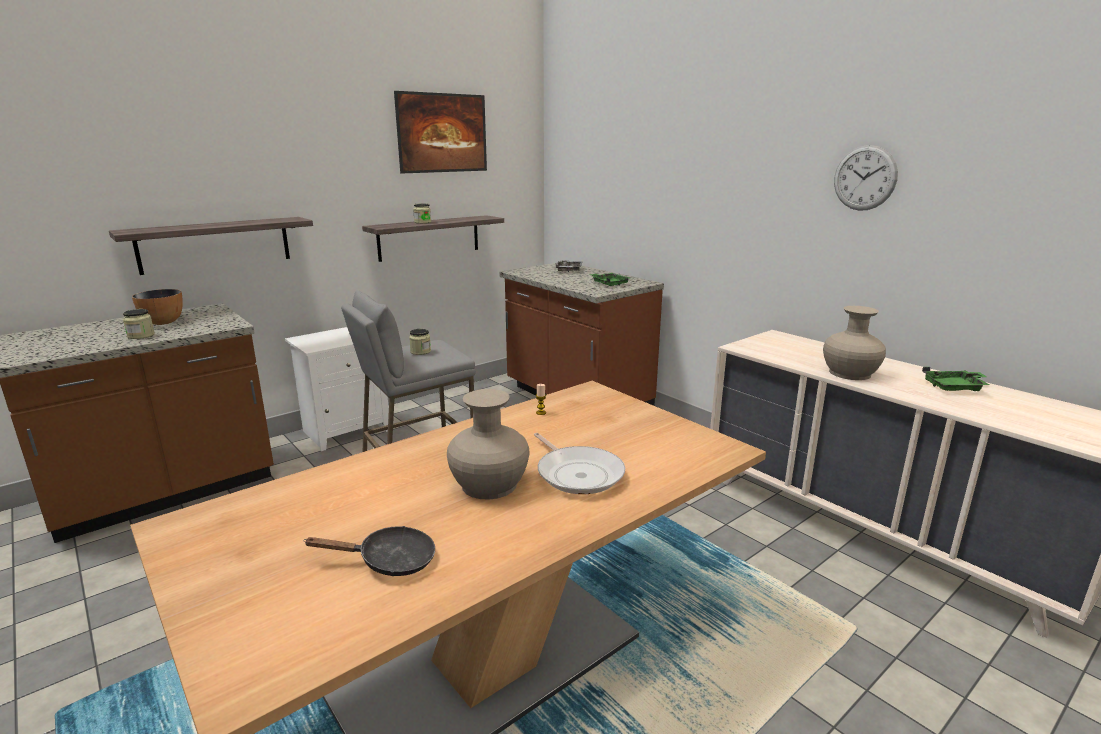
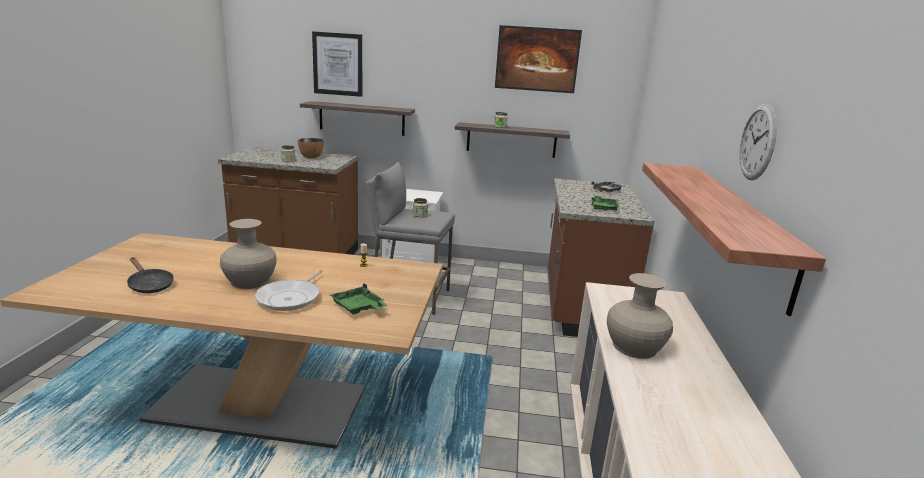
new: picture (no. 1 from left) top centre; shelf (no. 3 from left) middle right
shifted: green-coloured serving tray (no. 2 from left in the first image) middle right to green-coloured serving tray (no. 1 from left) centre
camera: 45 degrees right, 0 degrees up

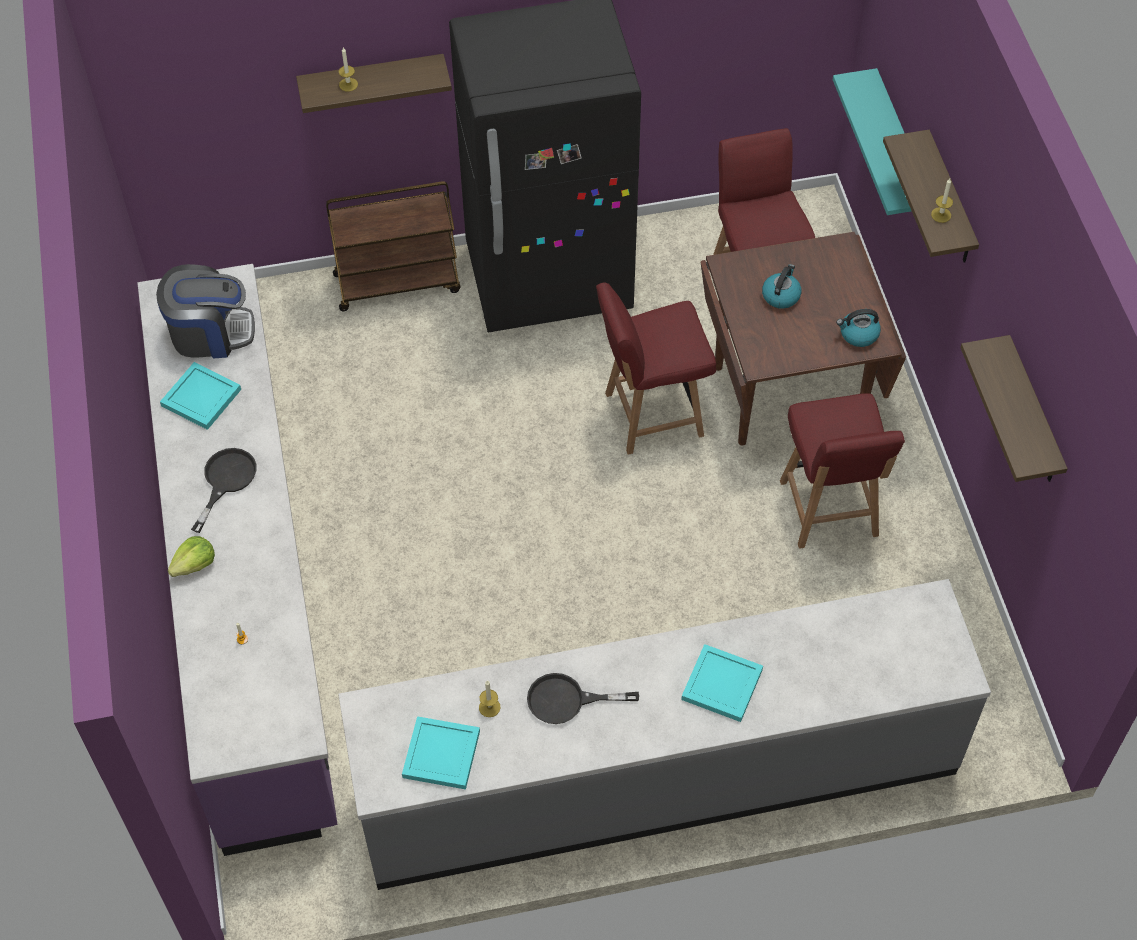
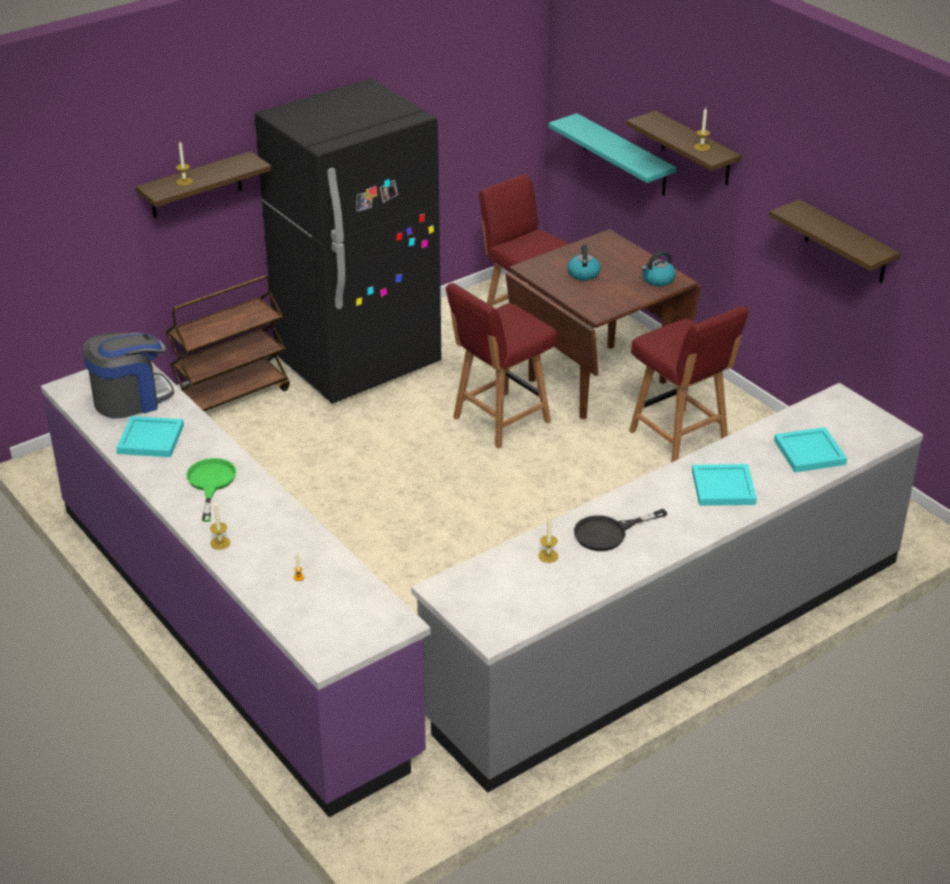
shifted: turquoise serving tray (no. 2 from left in the first image) bottom centre to turquoise serving tray (no. 3 from left) middle right
swapped: lettuce head middle left to wax light (no. 2 from left) middle left
repainted: blackish pan (no. 1 from left) middle left to green-coloured pan middle left
camera: 25 degrees left, 20 degrees down

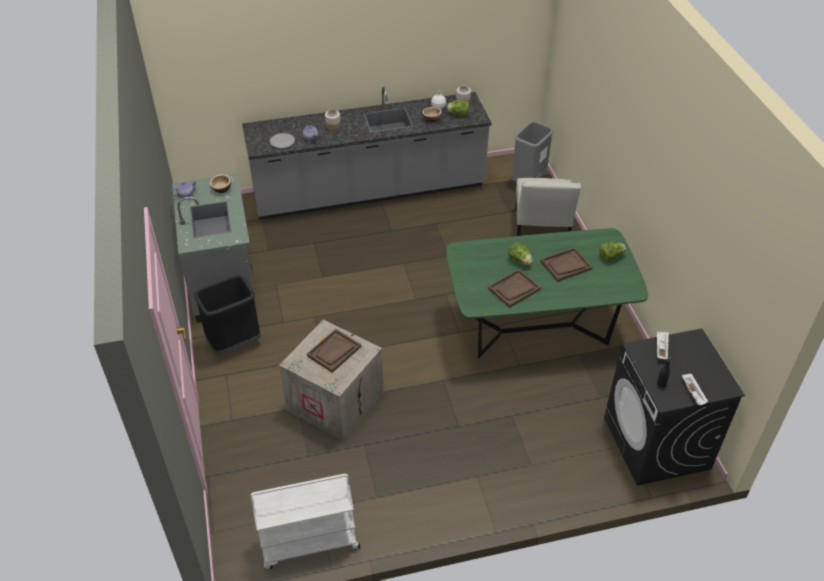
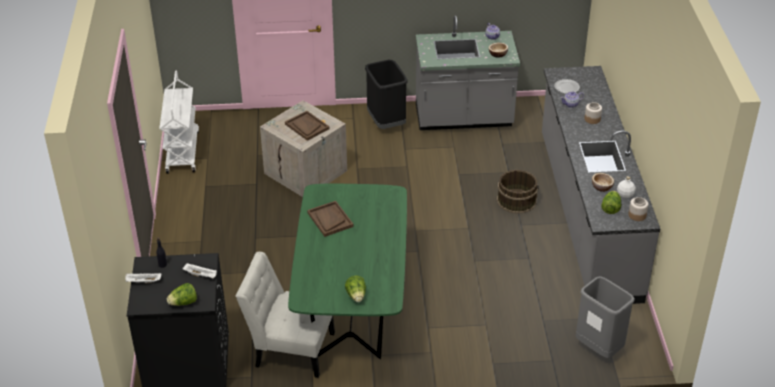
gone: brown-coloured serving tray (no. 3 from left) middle right
new: brown-coloured pail middle right
shifted: lettuce head (no. 2 from left in the first image) centre to lettuce head (no. 1 from left) bottom left; white plain chair centre to bottom centre
camera: 100 degrees right, 5 degrees down

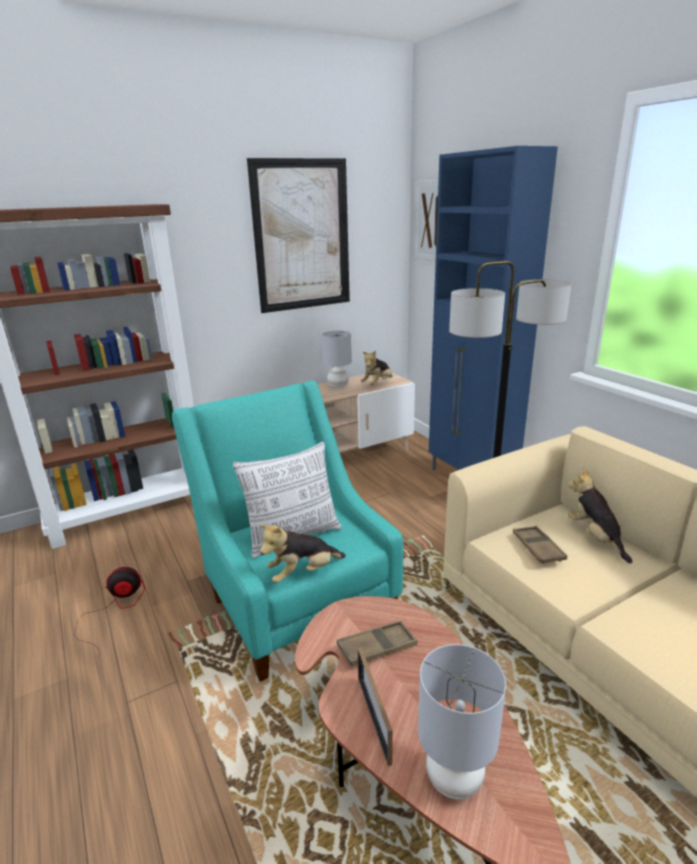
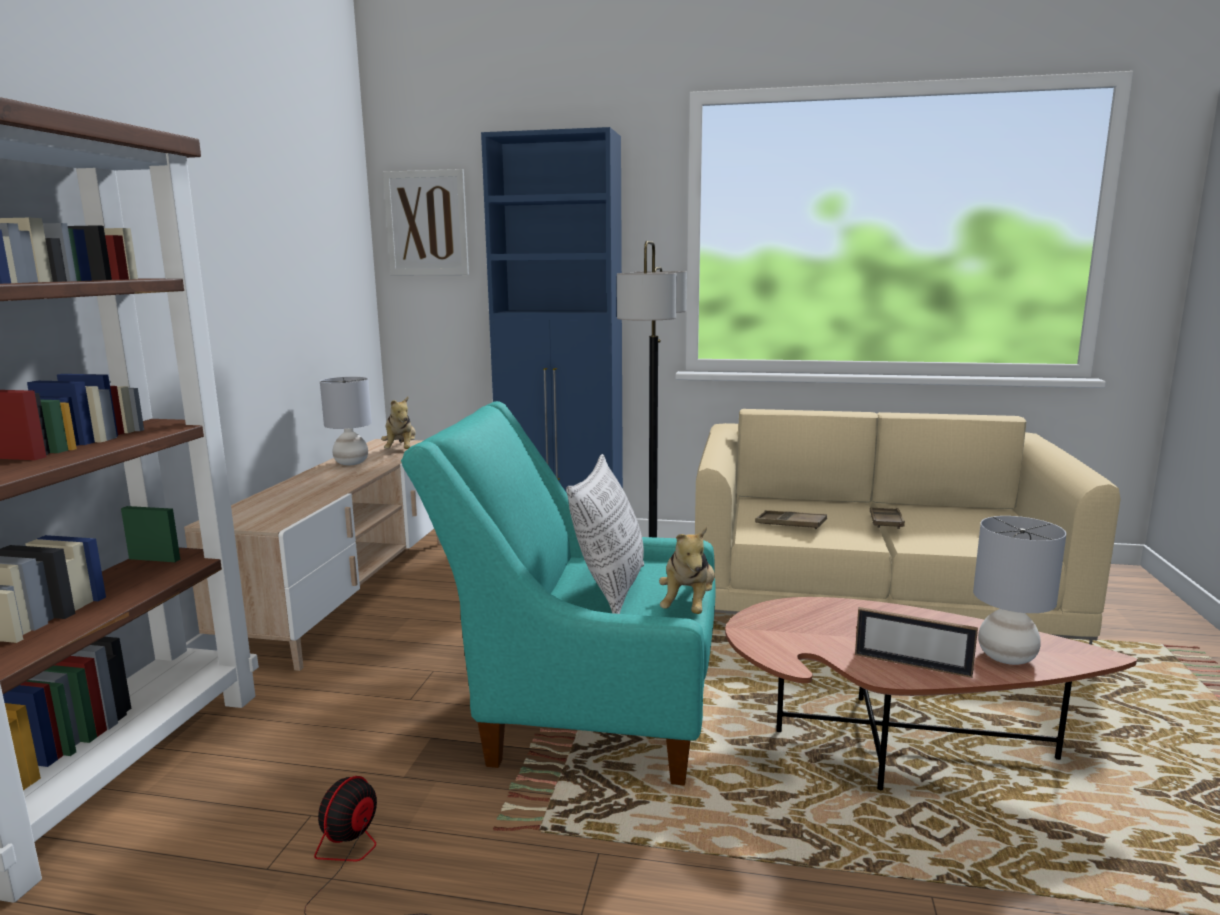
gone: picture (no. 1 from left) top centre; plush toy (no. 3 from left) middle right
shifted: brown-coloured serving tray (no. 1 from left in the first image) bottom centre to brown-coloured serving tray (no. 2 from left) middle right
camera: 50 degrees left, 10 degrees down

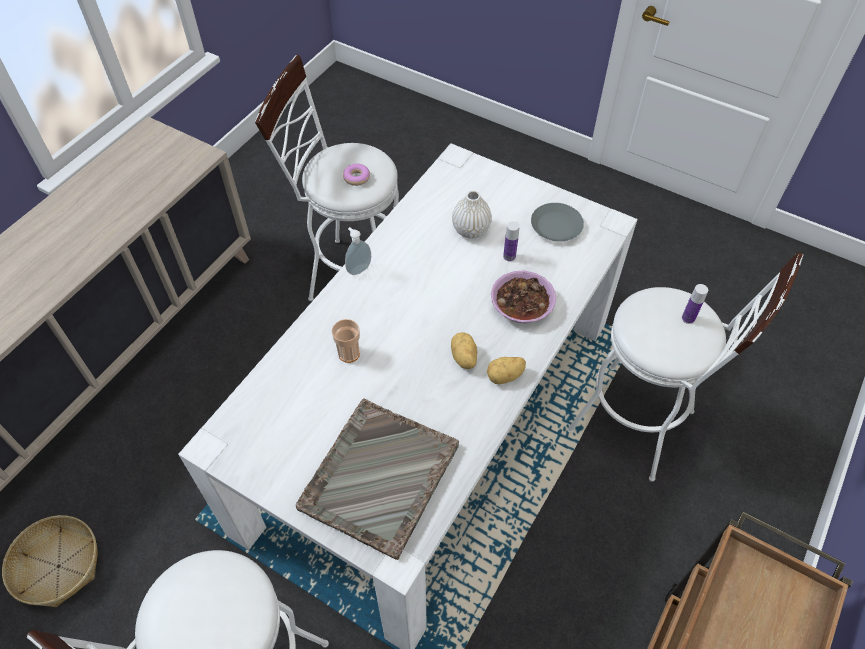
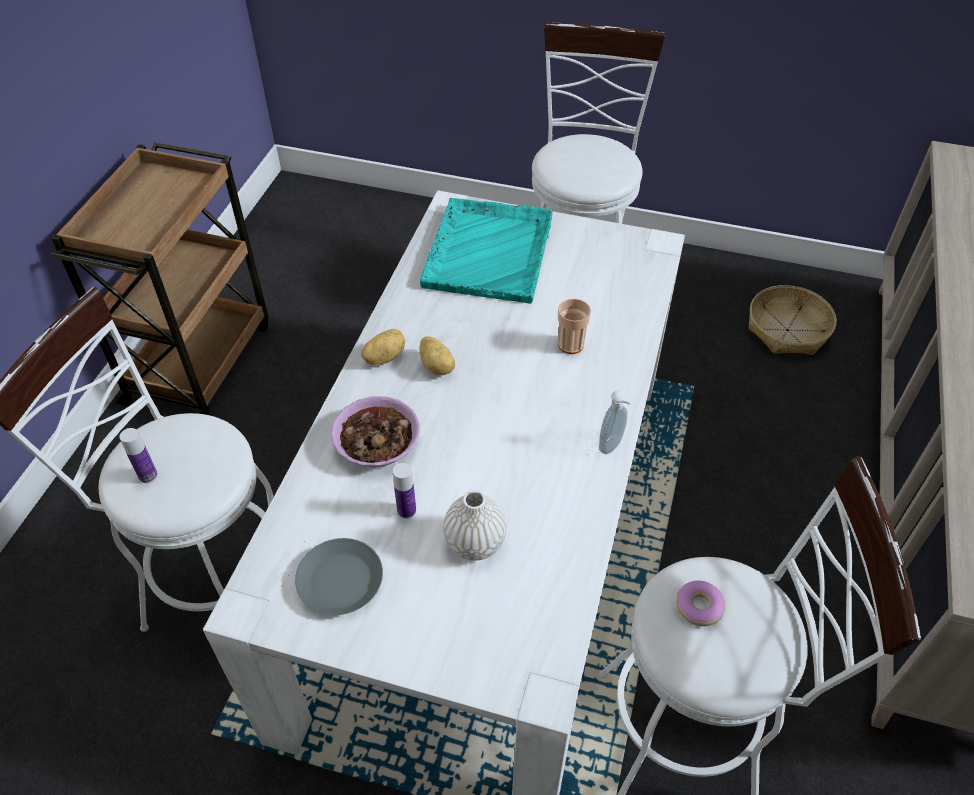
repainted: greyish serving tray bottom centre to turquoise serving tray top centre
camera: 165 degrees right, 5 degrees down

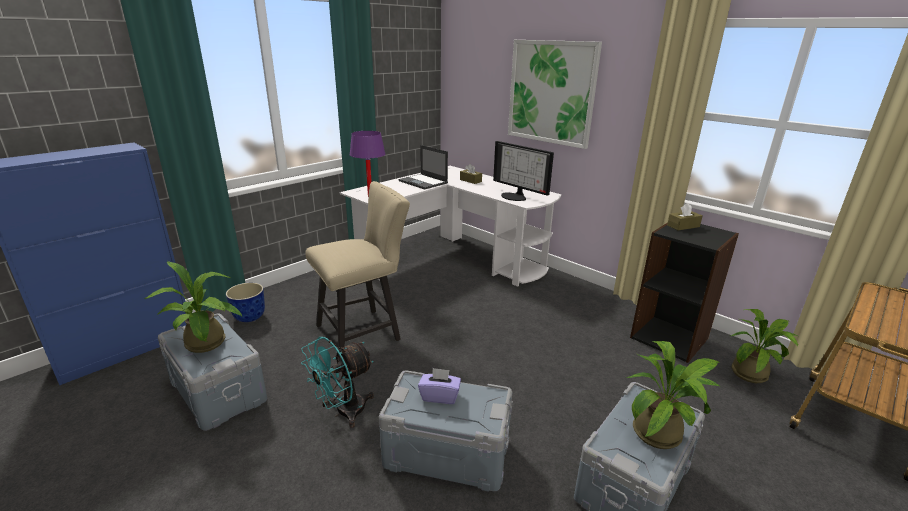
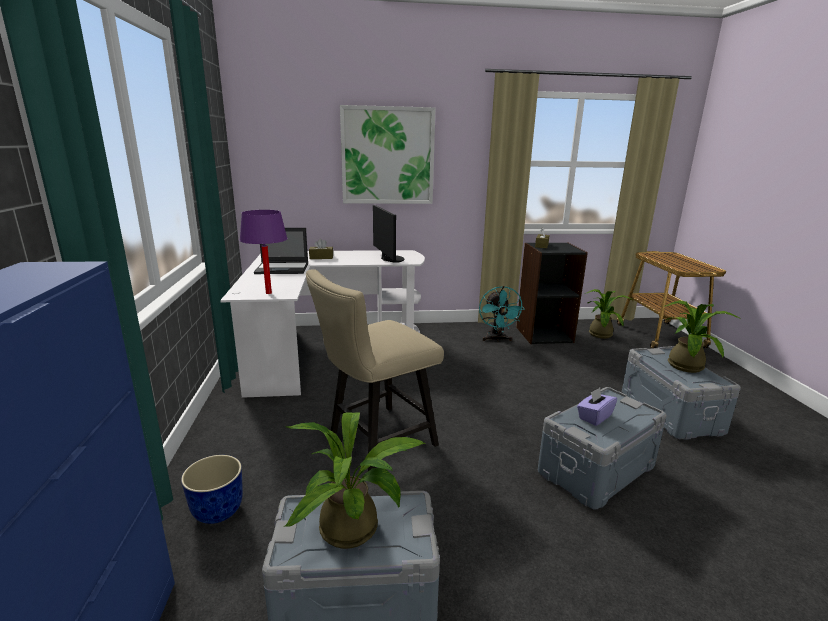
shifted: turquoise cooling fan bottom centre to centre
rotated: beige plain chair centre = centre 135 degrees counterclockwise; computer screen centre = centre 105 degrees counterclockwise
camera: 50 degrees left, 5 degrees down

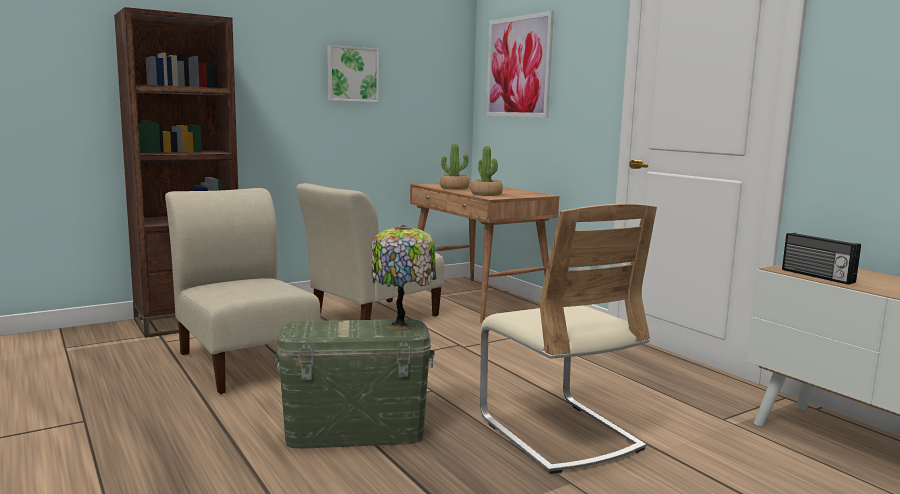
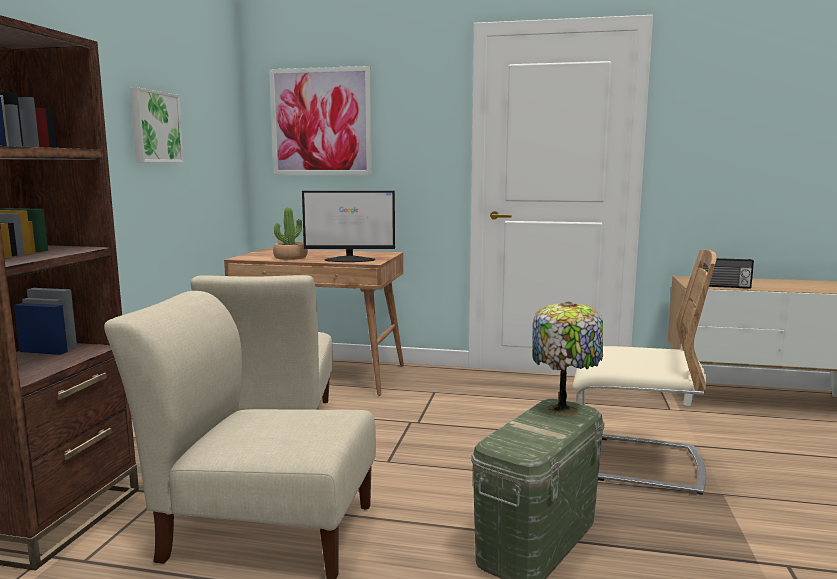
swapped: houseplant (no. 2 from left) centre to computer screen centre
camera: 45 degrees left, 0 degrees up

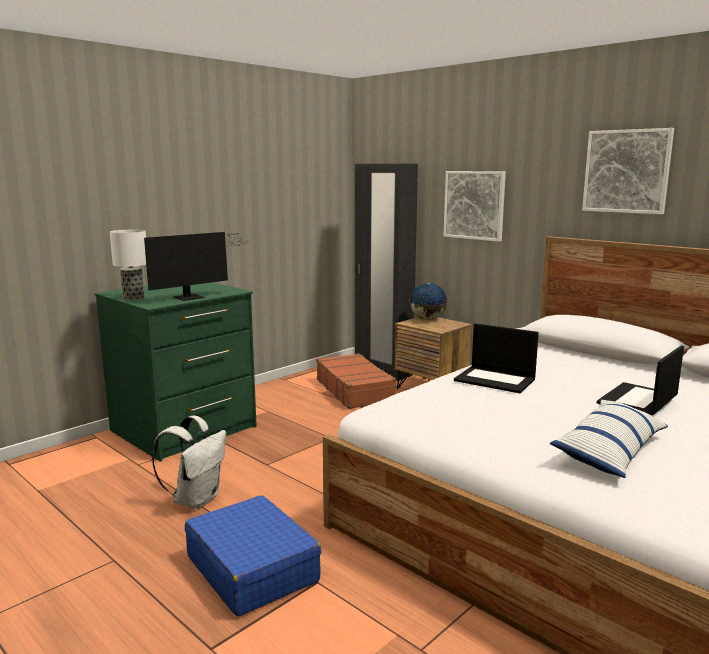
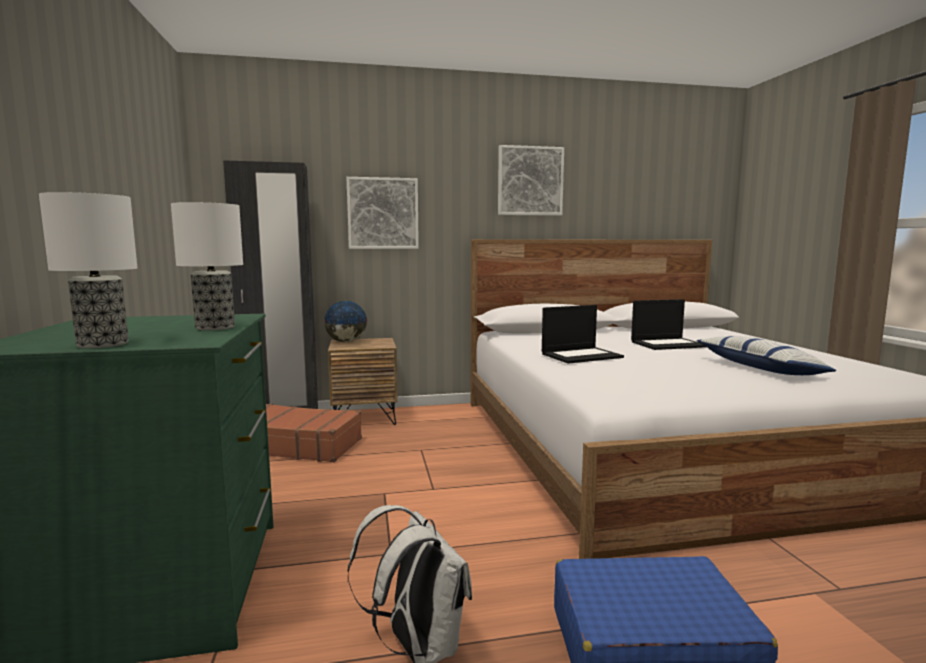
swapped: computer screen middle left to table lamp (no. 2 from left) middle left
rotated: notebook computer (no. 2 from left) middle right = middle right 90 degrees counterclockwise
camera: 55 degrees left, 5 degrees down

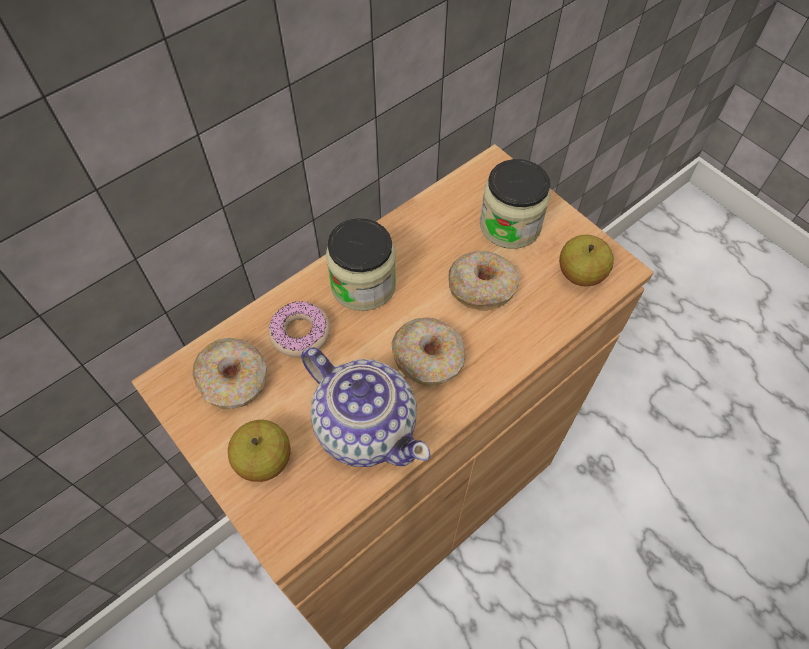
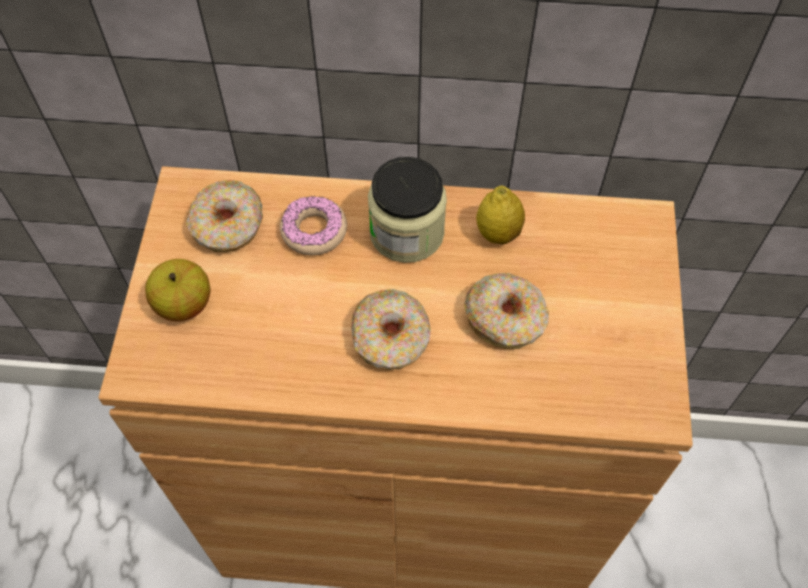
gone: tea pot centre; jar (no. 2 from left) top centre; apple fruit (no. 2 from left) middle right
new: lemon centre
camera: 45 degrees right, 0 degrees up

